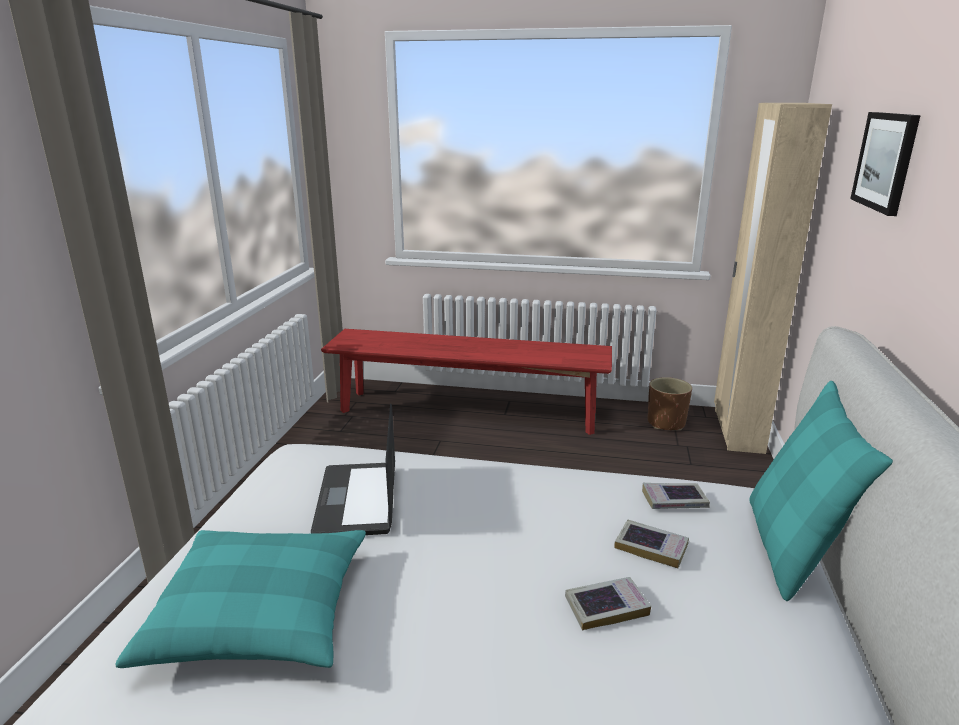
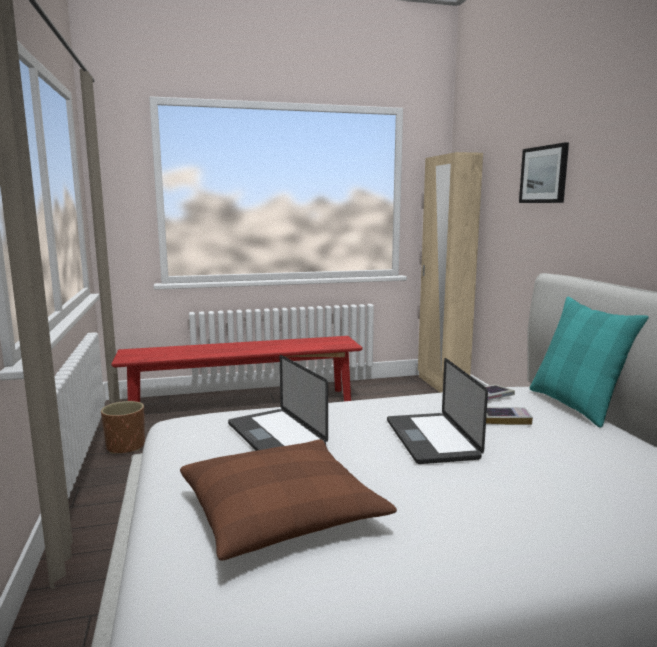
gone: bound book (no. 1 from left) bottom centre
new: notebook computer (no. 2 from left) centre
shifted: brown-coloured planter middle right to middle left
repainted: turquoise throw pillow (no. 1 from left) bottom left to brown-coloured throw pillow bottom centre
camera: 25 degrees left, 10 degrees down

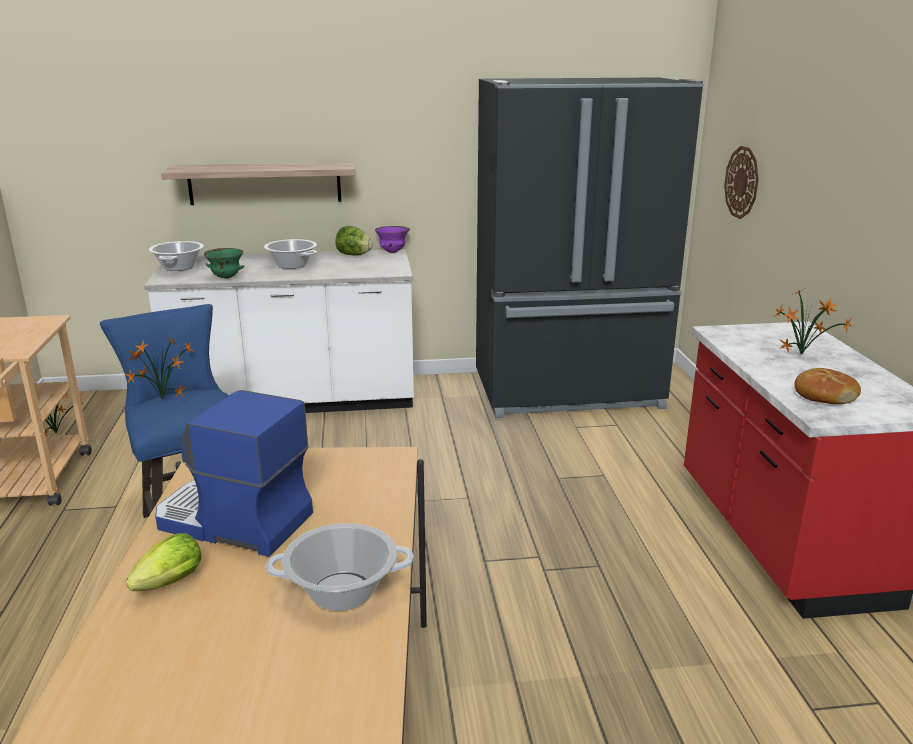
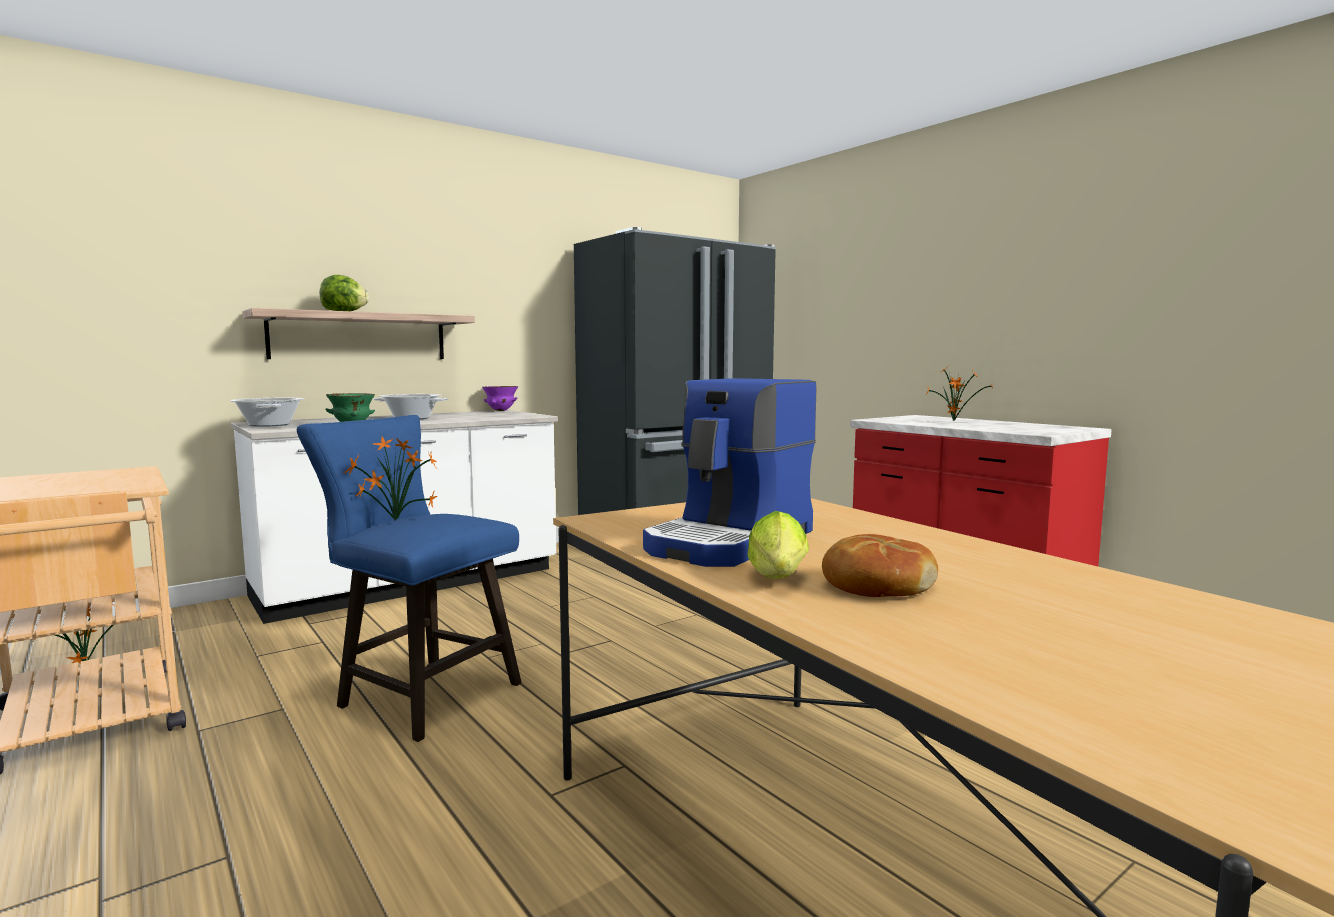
gone: cooking pot (no. 3 from left) bottom centre; wall clock top right
shifted: lettuce head (no. 2 from left in the first image) top centre to lettuce head (no. 1 from left) top left; bread middle right to centre
rotated: coffee brewer middle left = centre 45 degrees counterclockwise
camera: 30 degrees left, 15 degrees down

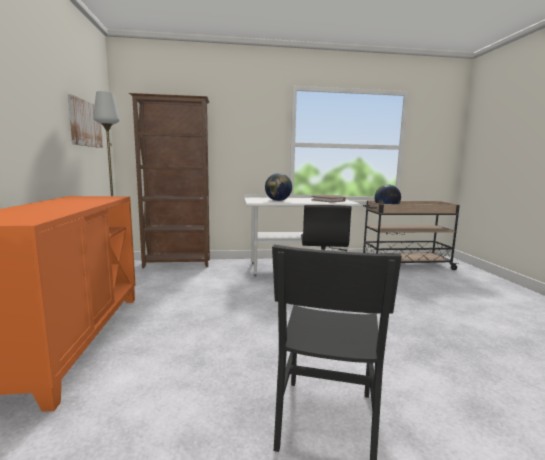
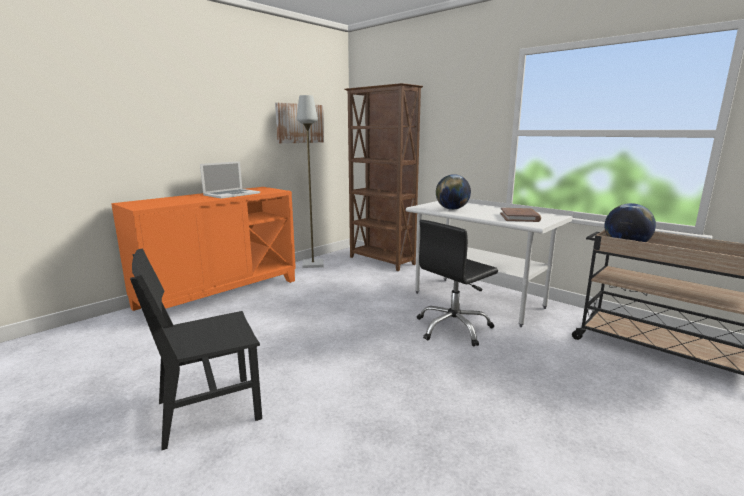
new: notebook computer middle left
camera: 50 degrees right, 5 degrees up

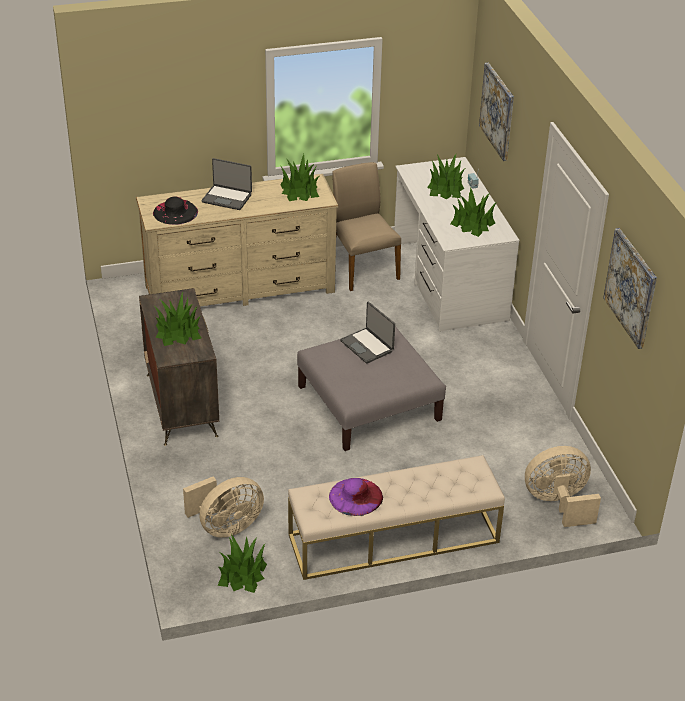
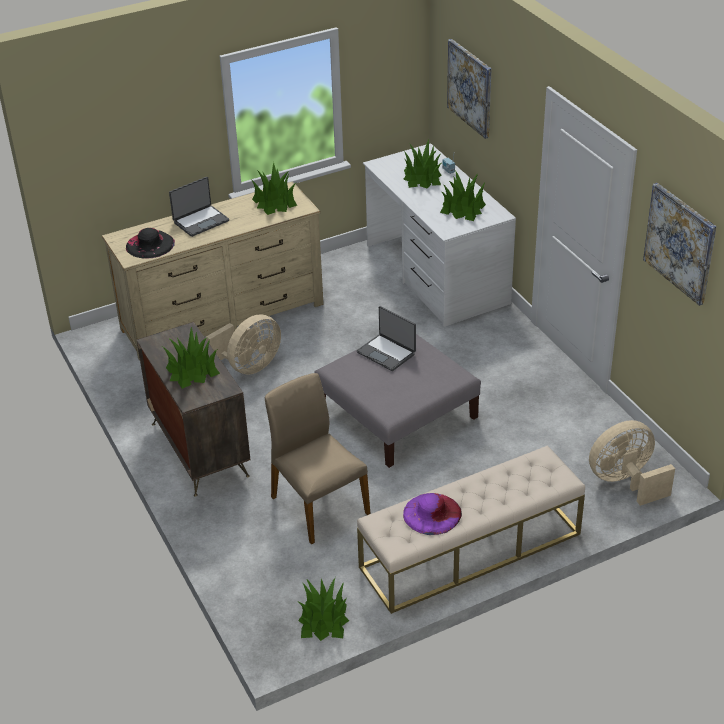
shifted: beige cooling fan (no. 1 from left) bottom left to centre; beige plain chair top centre to centre
rotated: notebook computer (no. 1 from left) top left = top left 45 degrees counterclockwise
camera: 10 degrees left, 0 degrees up

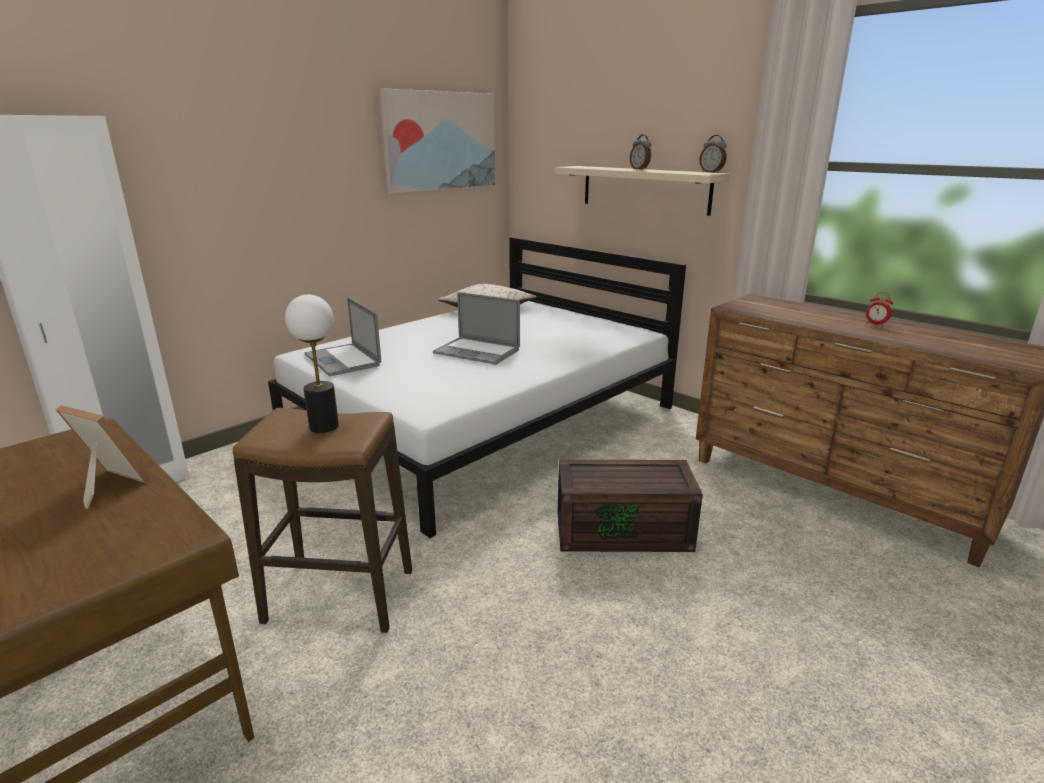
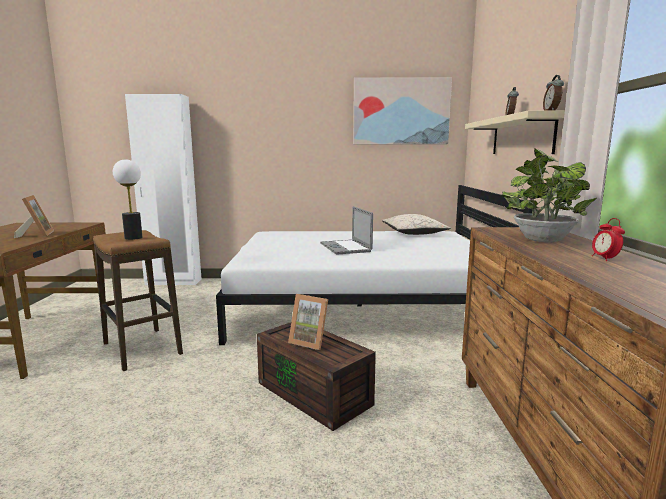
gone: notebook computer (no. 1 from left) middle left
new: standing frame (no. 2 from left) centre; houseplant middle right
camera: 45 degrees right, 10 degrees down

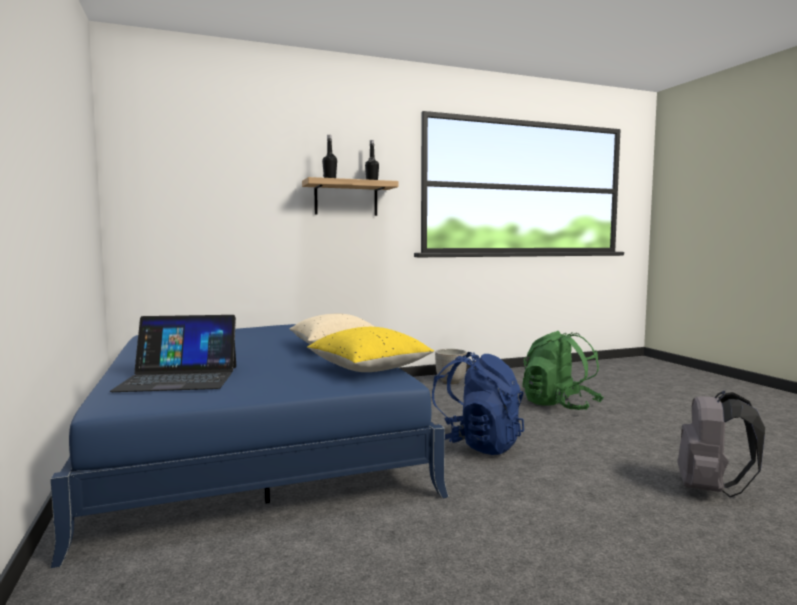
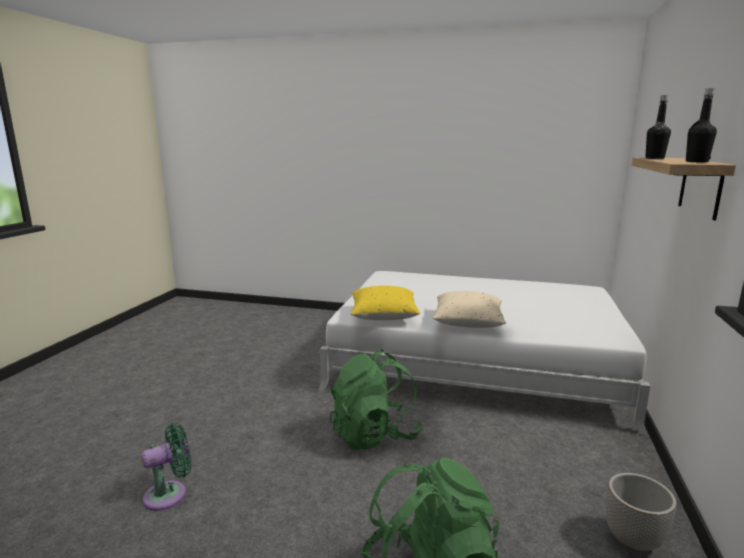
gone: notebook computer middle left
swapped: greyish backpack bottom right to green-coloured cooling fan bottom left
repainted: blue-coloured bedroom bed bottom left to white bedroom bed centre; blue-coloured backpack centre to green-coloured backpack (no. 1 from left) bottom centre
camera: 125 degrees right, 10 degrees up

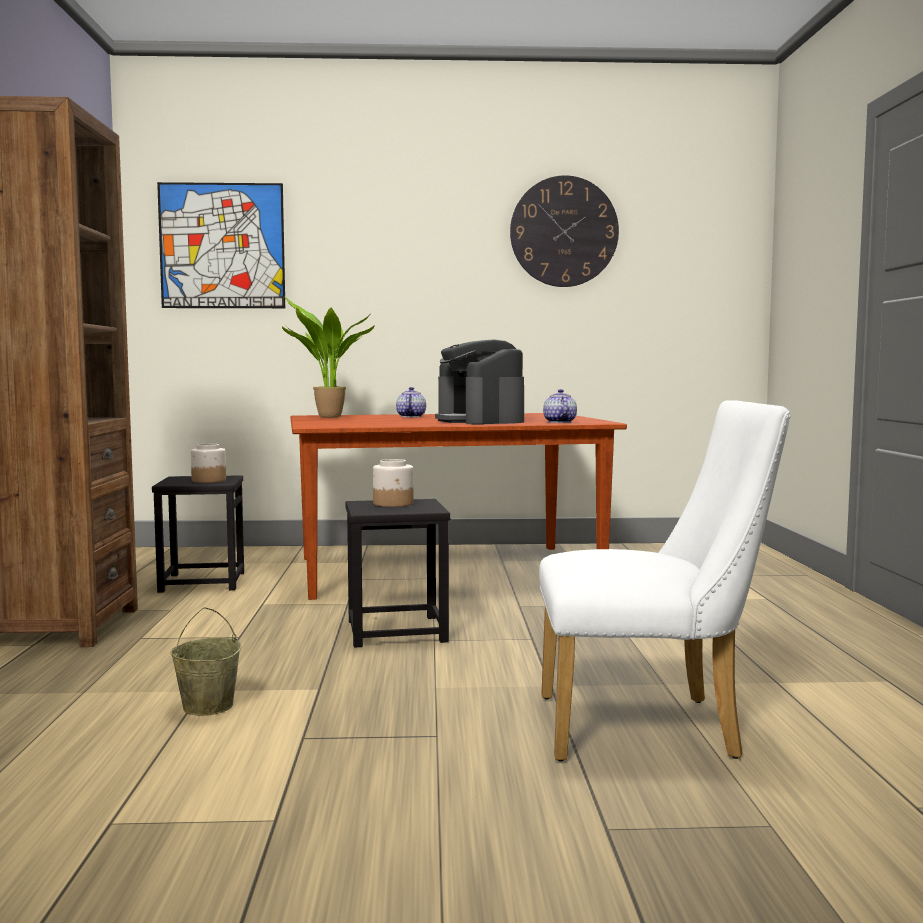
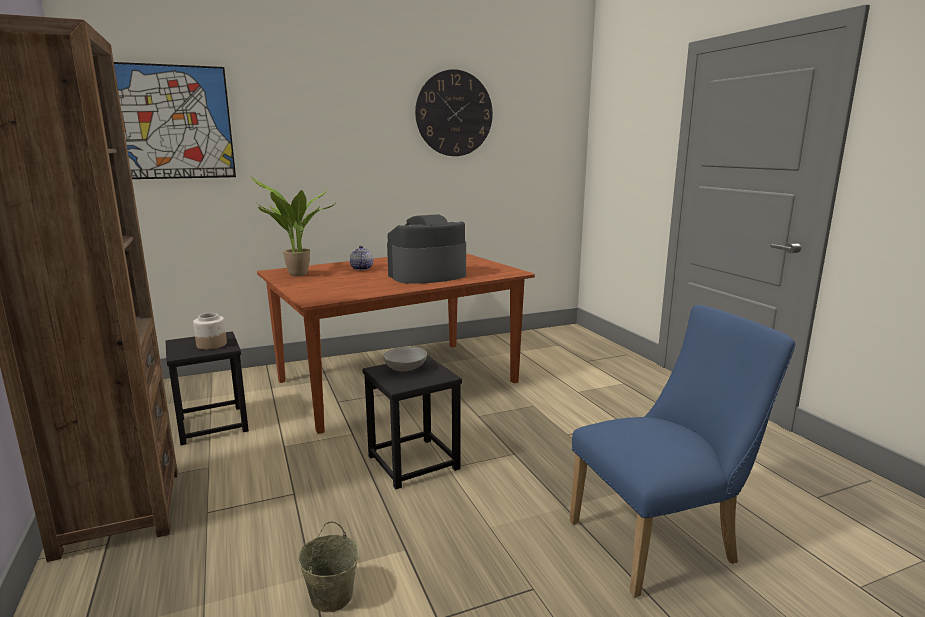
gone: tea pot (no. 2 from left) centre
swapped: jar (no. 2 from left) centre to greyish deep dish centre
repainted: white plain chair middle right to blue-coloured plain chair bottom right
rotated: coffee brewer centre = centre 105 degrees clockwise
camera: 20 degrees left, 10 degrees up

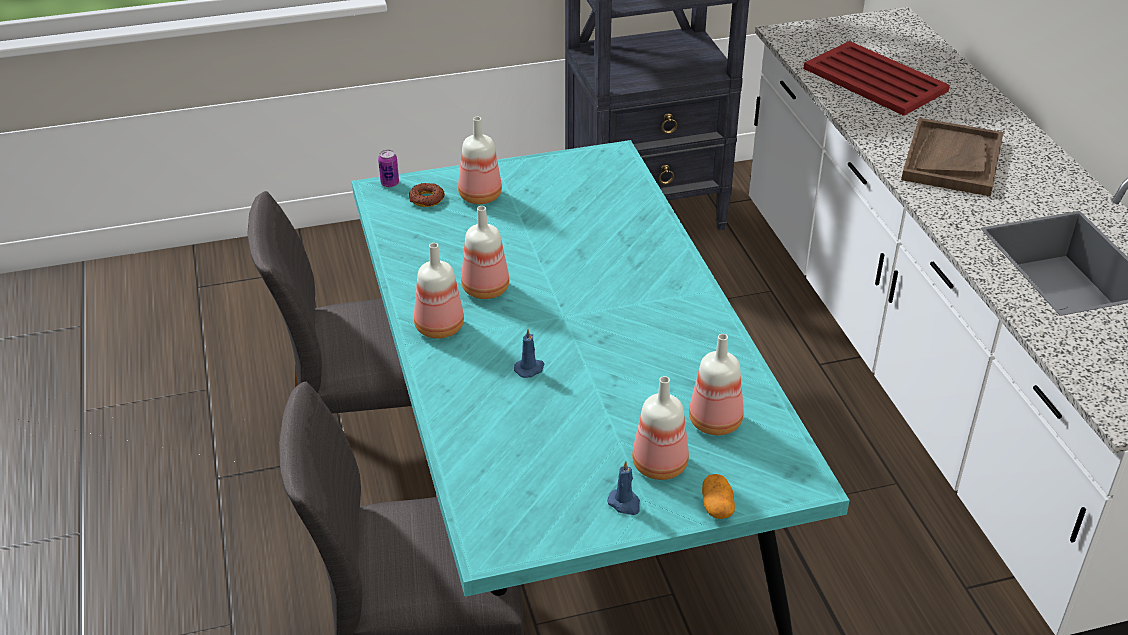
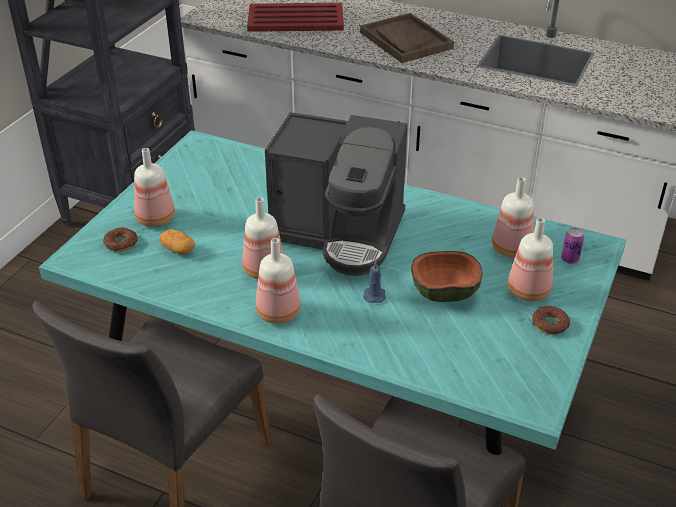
new: coffee brewer centre; deep dish centre
shifted: metal can top centre to middle right; spud bottom centre to middle left
swapped: blue-coloured wax light (no. 2 from left) bottom centre to doughnut (no. 2 from left) middle right
camera: 50 degrees left, 0 degrees up

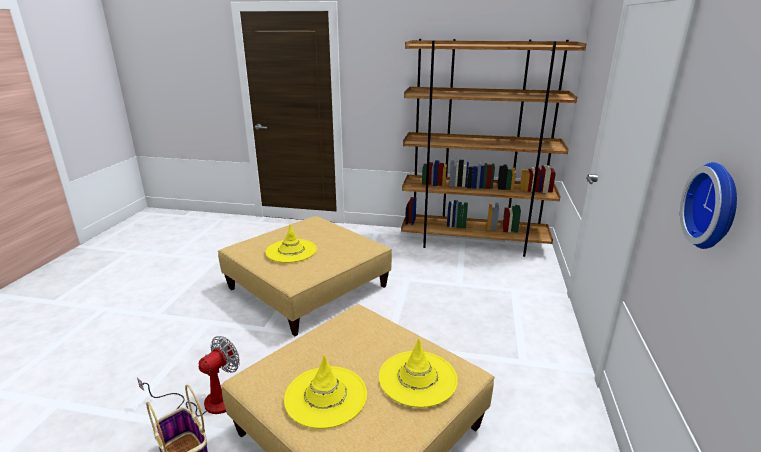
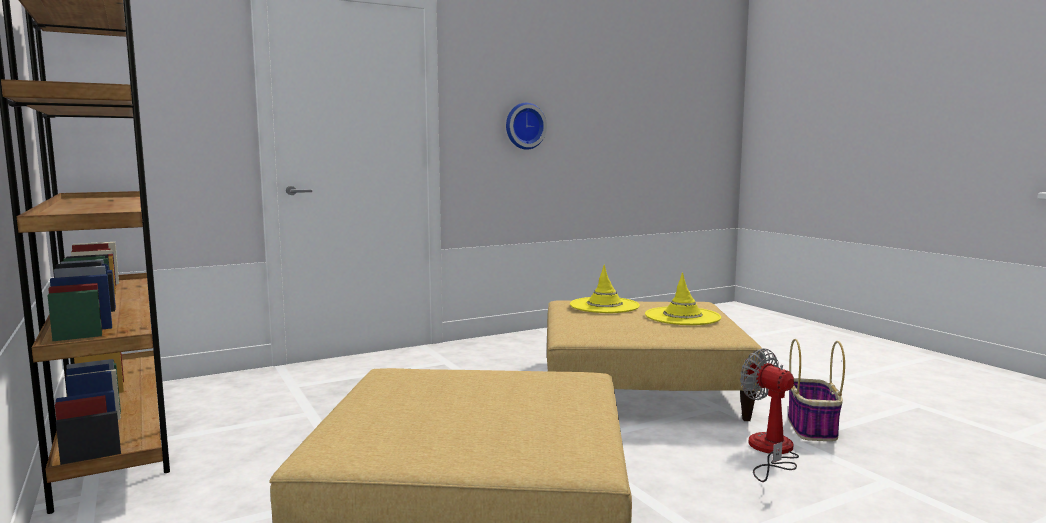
gone: yellow hat (no. 1 from left) centre
rotated: cooling fan bottom left = bottom right 60 degrees clockwise
camera: 130 degrees left, 15 degrees down

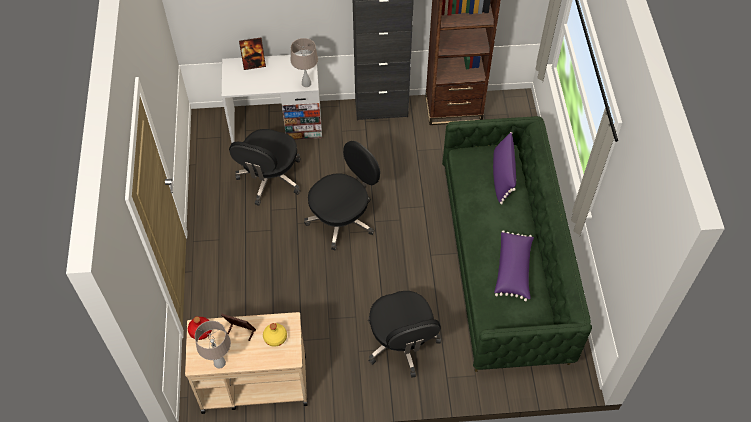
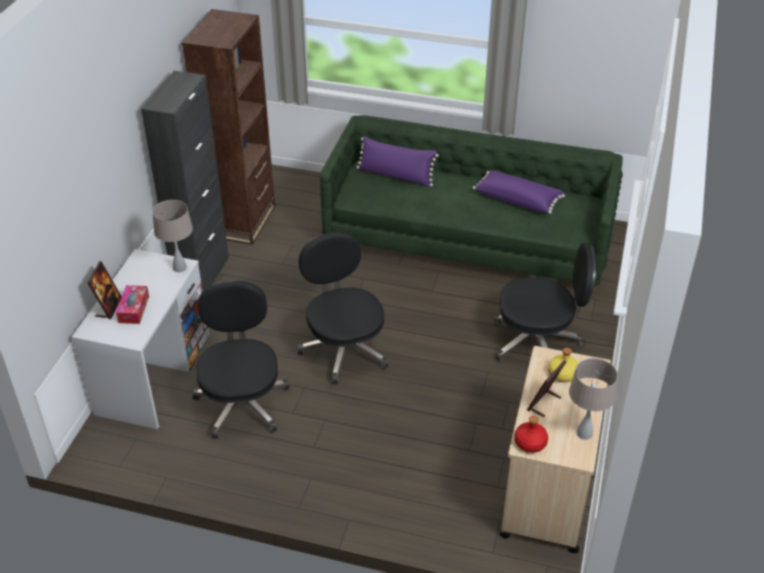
new: tissue holder middle left
rotated: blackish office chair (no. 1 from left) centre = middle left 135 degrees counterclockwise
camera: 70 degrees left, 15 degrees down

